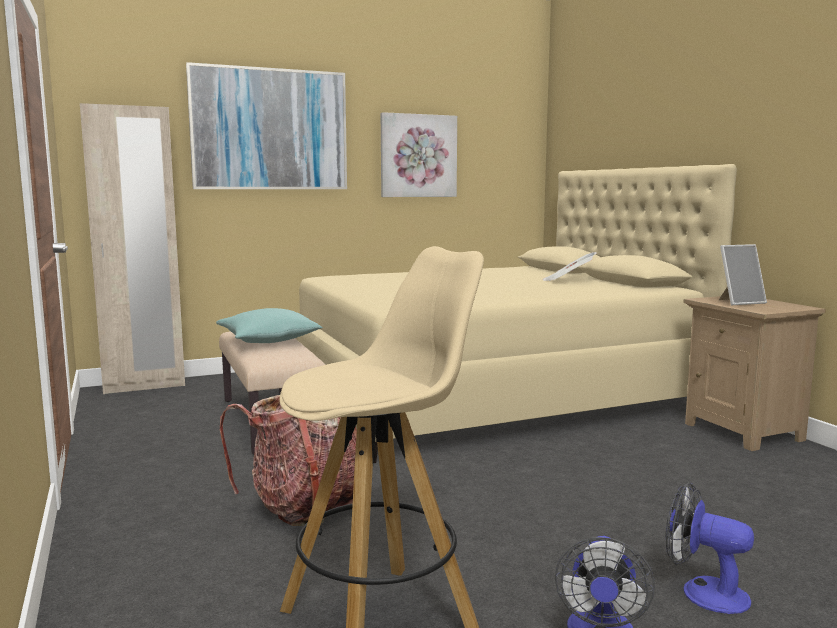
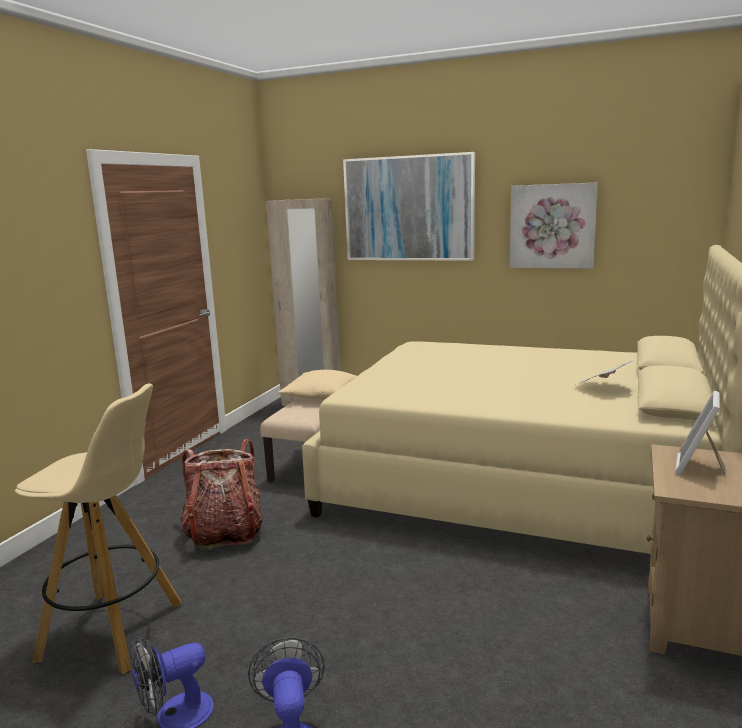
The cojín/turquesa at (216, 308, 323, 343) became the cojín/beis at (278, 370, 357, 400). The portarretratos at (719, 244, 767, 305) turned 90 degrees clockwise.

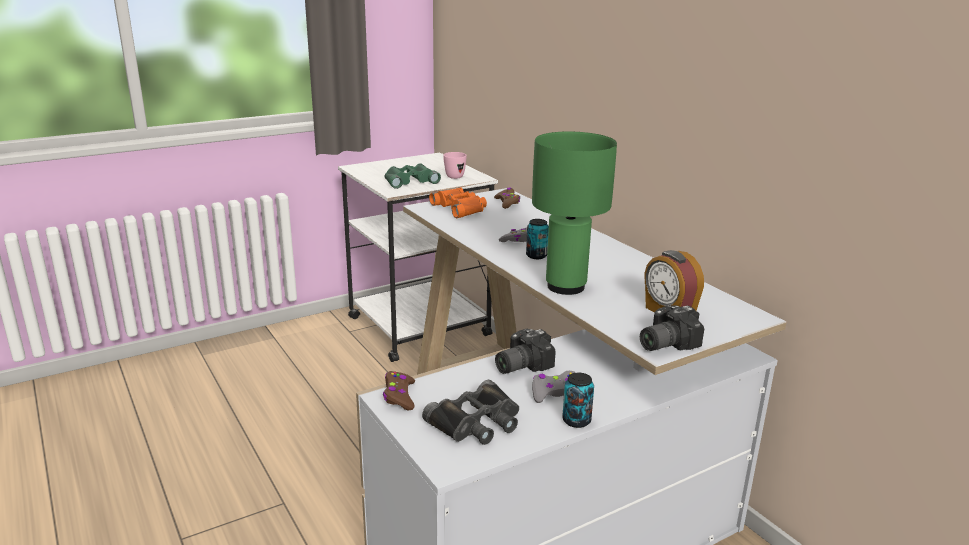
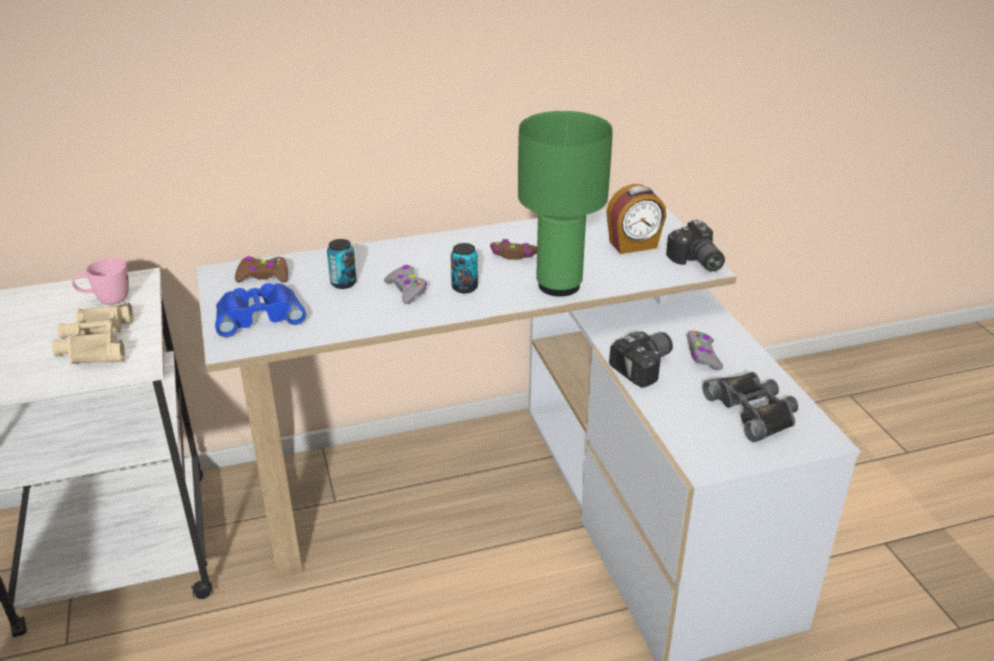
The mando de consola/marrón moved from (383, 371, 415, 410) to (490, 239, 537, 260). The lata moved from (562, 373, 594, 428) to (327, 239, 357, 289). The prismáticos/verde at (384, 164, 441, 189) became the prismáticos/beis at (52, 303, 133, 364). The prismáticos/naranja at (429, 187, 487, 218) became the prismáticos/azul at (215, 283, 306, 337). The cámara at (495, 329, 556, 374) turned 105 degrees counterclockwise.

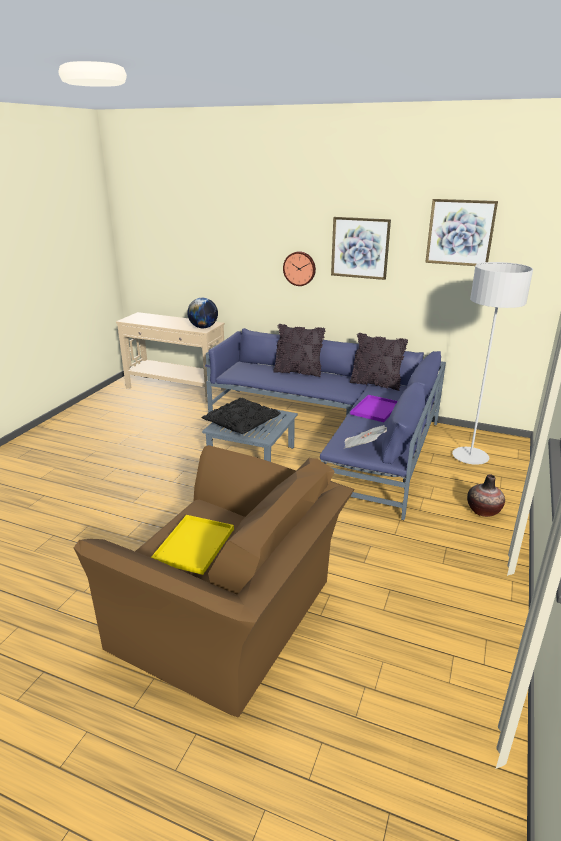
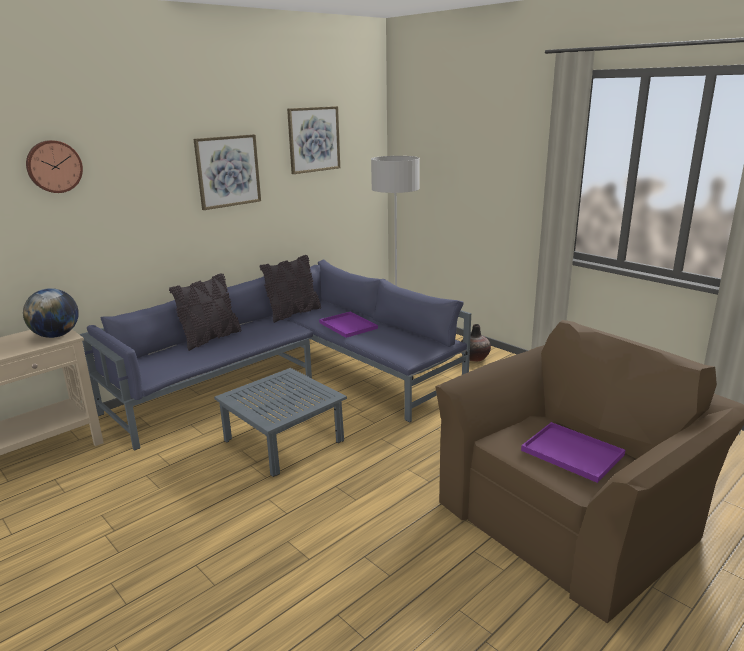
The cojín/negro at (201, 398, 281, 434) disappeared. The periódico at (344, 425, 387, 449) disappeared. The reloj de pared moved from (283, 251, 316, 286) to (26, 140, 83, 193). The bandeja/amarillo at (151, 515, 234, 575) became the bandeja/morado at (521, 422, 625, 483).

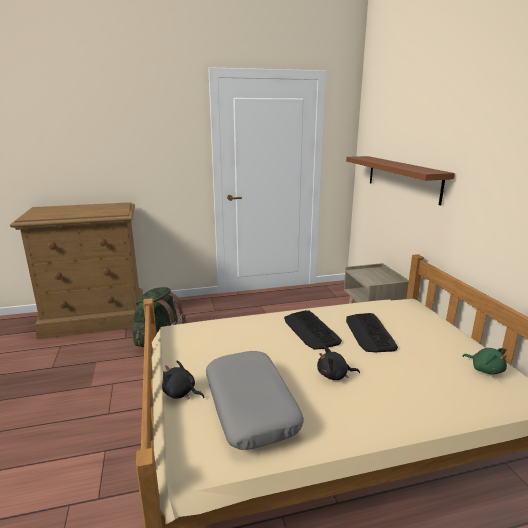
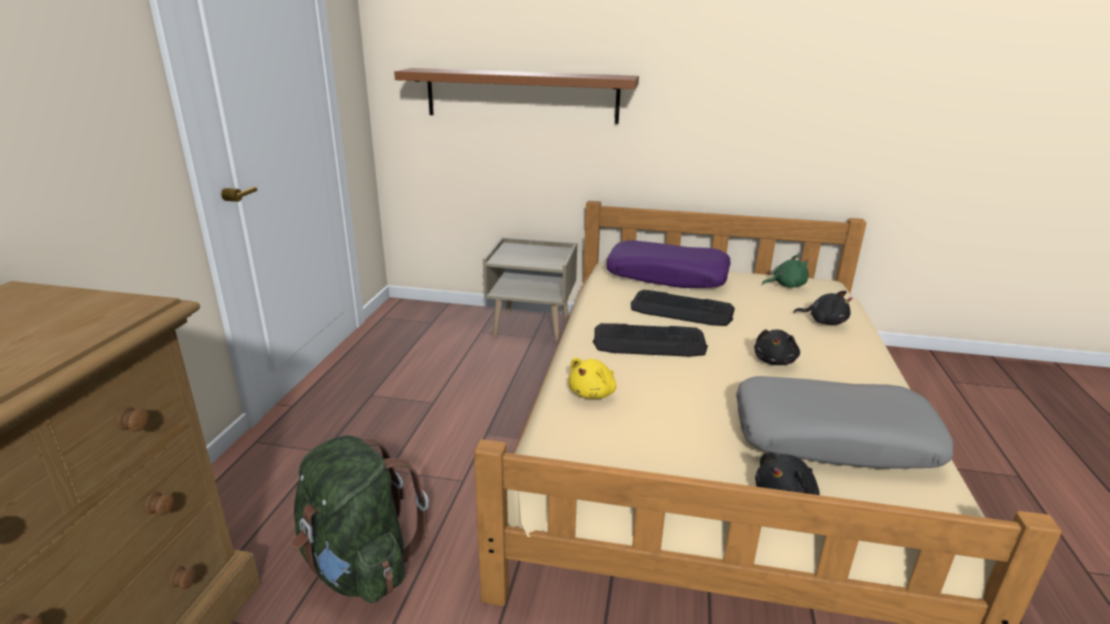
The peluche/amarillo at (568, 358, 616, 399) appeared. The cojín/morado at (607, 240, 731, 288) appeared. The peluche/negro at (794, 291, 852, 325) appeared.

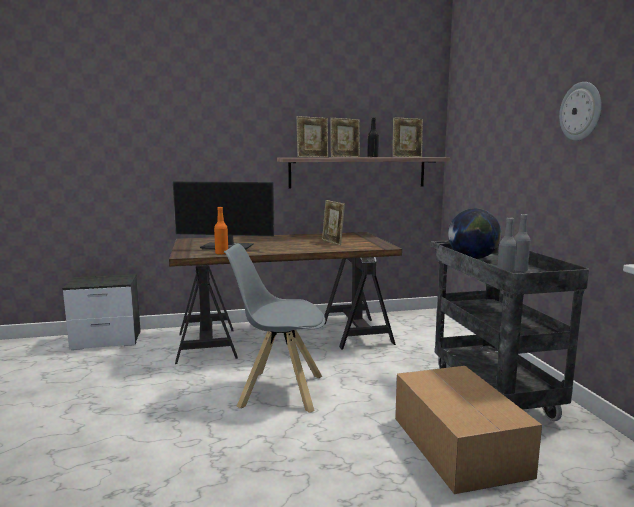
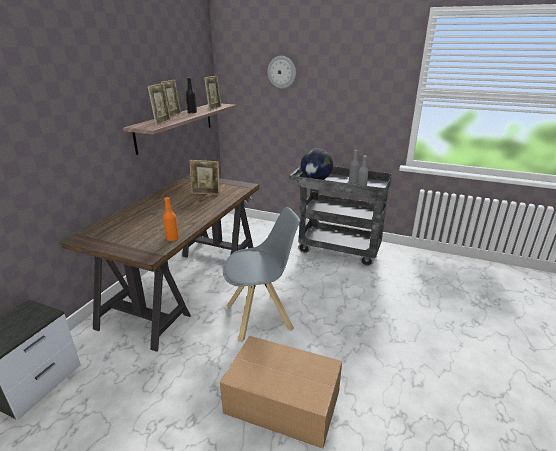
The monitor at (173, 181, 274, 250) disappeared. The caja de cartón moved from (395, 366, 542, 494) to (220, 336, 342, 449). The reloj de pared moved from (559, 82, 602, 141) to (267, 56, 296, 89). The silla/gris at (224, 244, 325, 413) turned 150 degrees counterclockwise.

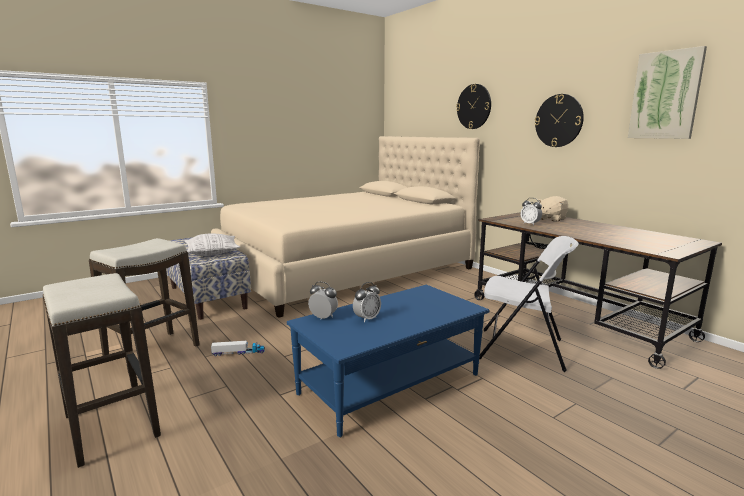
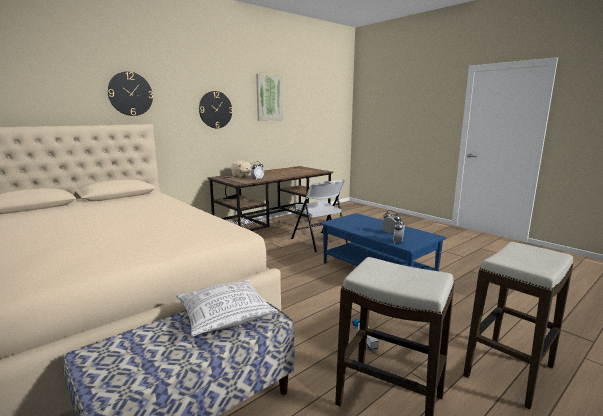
The silla/blanco at (479, 236, 579, 372) turned 135 degrees clockwise.

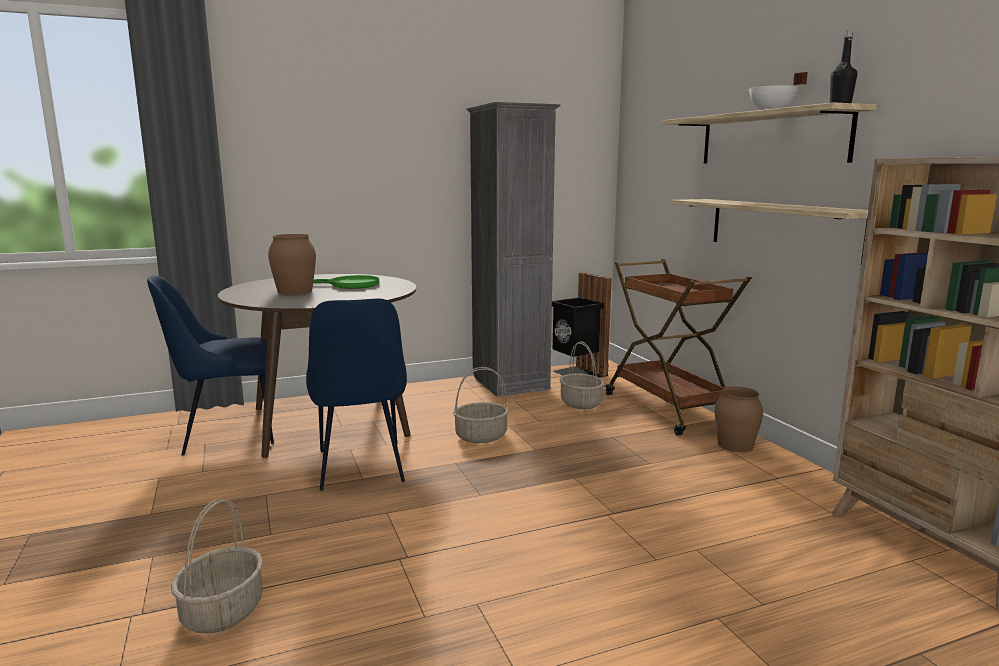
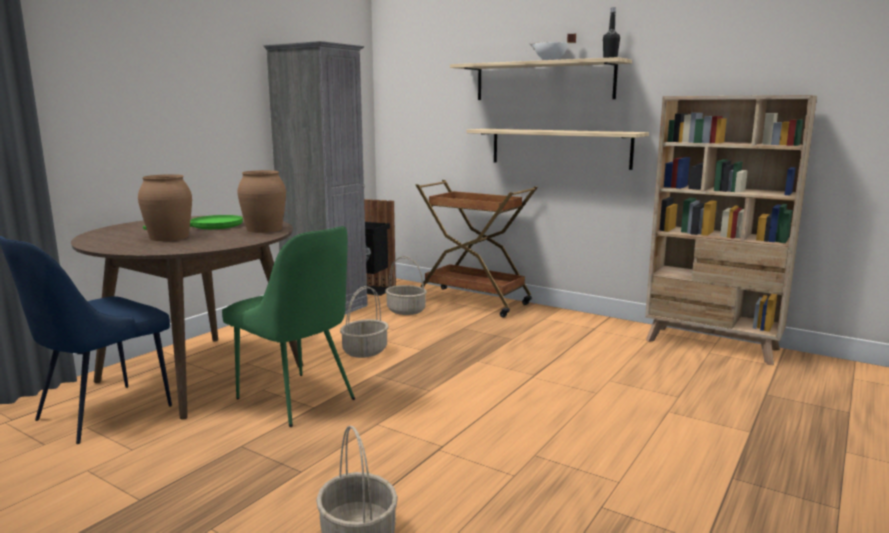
The florero/marrón moved from (714, 387, 763, 452) to (237, 170, 286, 233). The silla/azul at (306, 299, 407, 491) became the silla/verde at (222, 226, 355, 427).

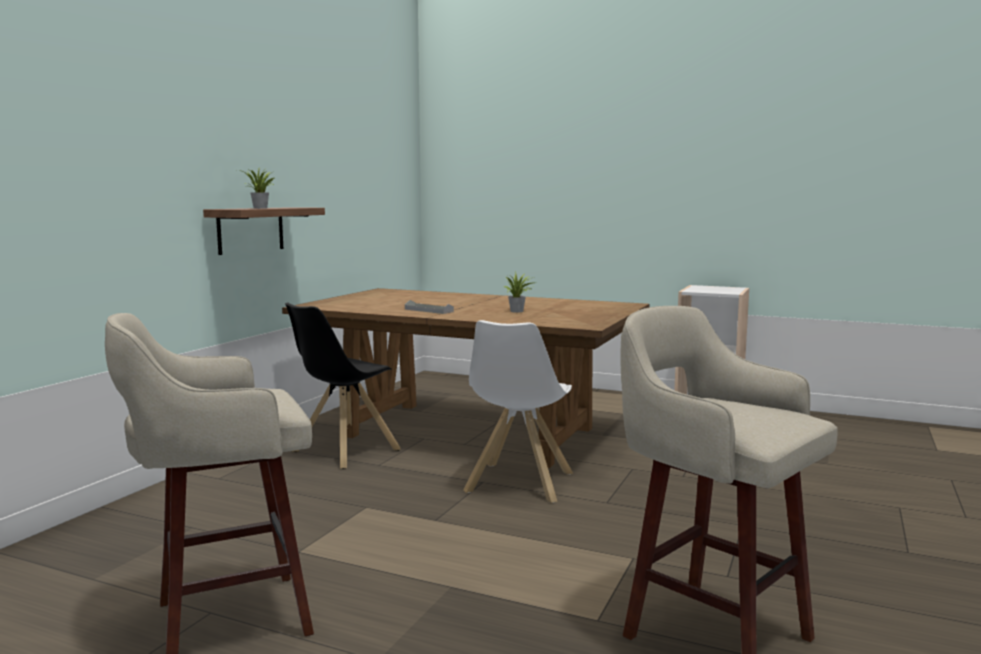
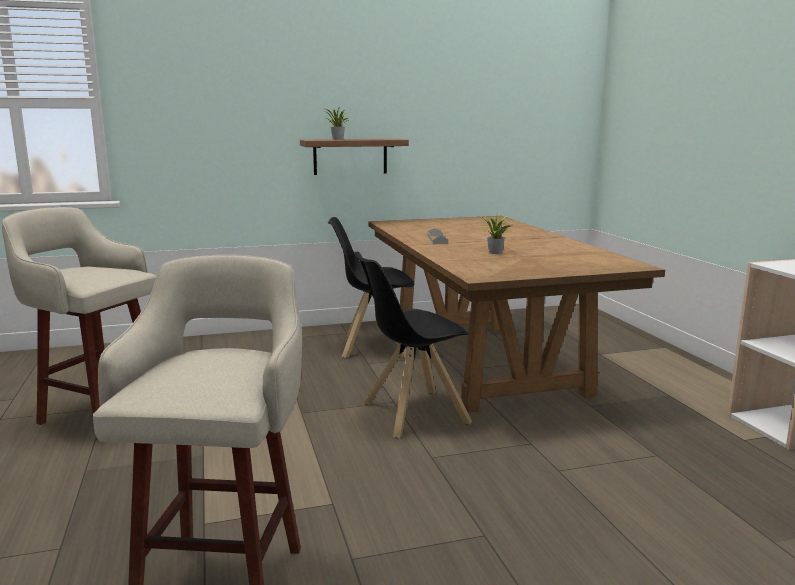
The silla/blanco at (463, 320, 573, 503) became the silla/negro at (354, 252, 472, 438).

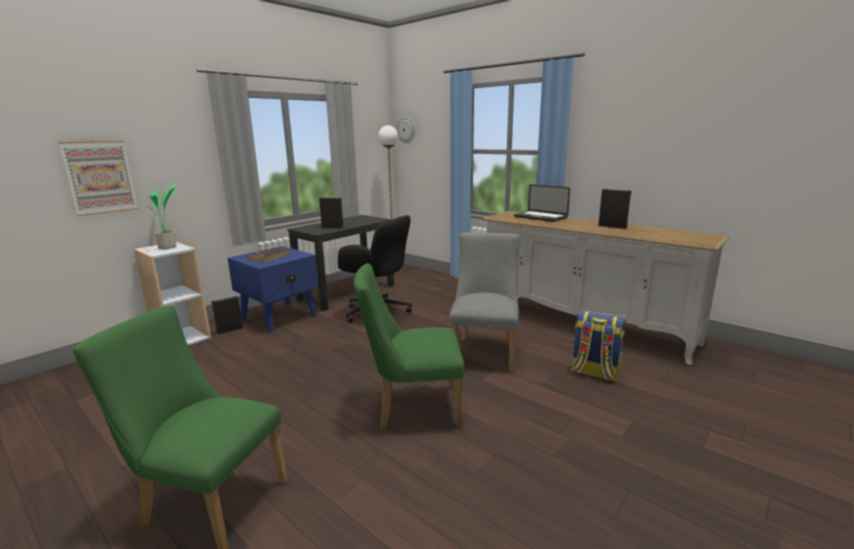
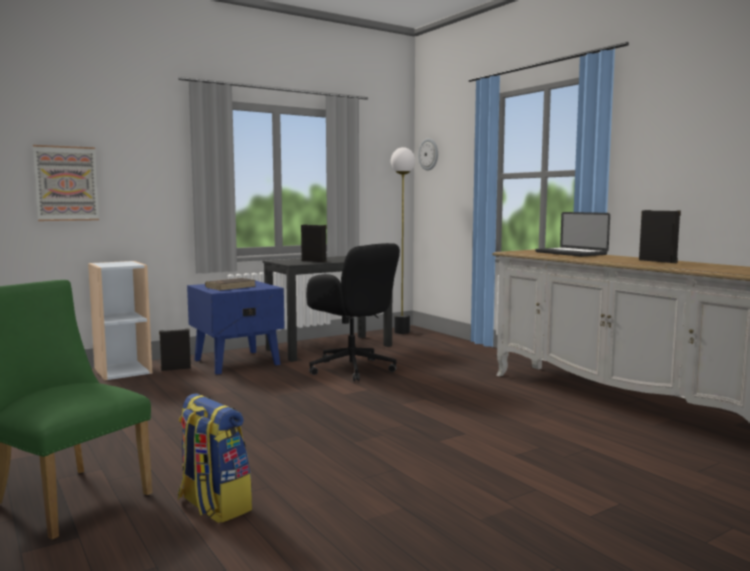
The planta en maceta at (137, 184, 178, 249) disappeared. The silla/verde at (354, 263, 465, 429) disappeared. The silla/gris at (449, 233, 520, 372) disappeared. The mochila moved from (571, 311, 626, 382) to (178, 393, 252, 523).

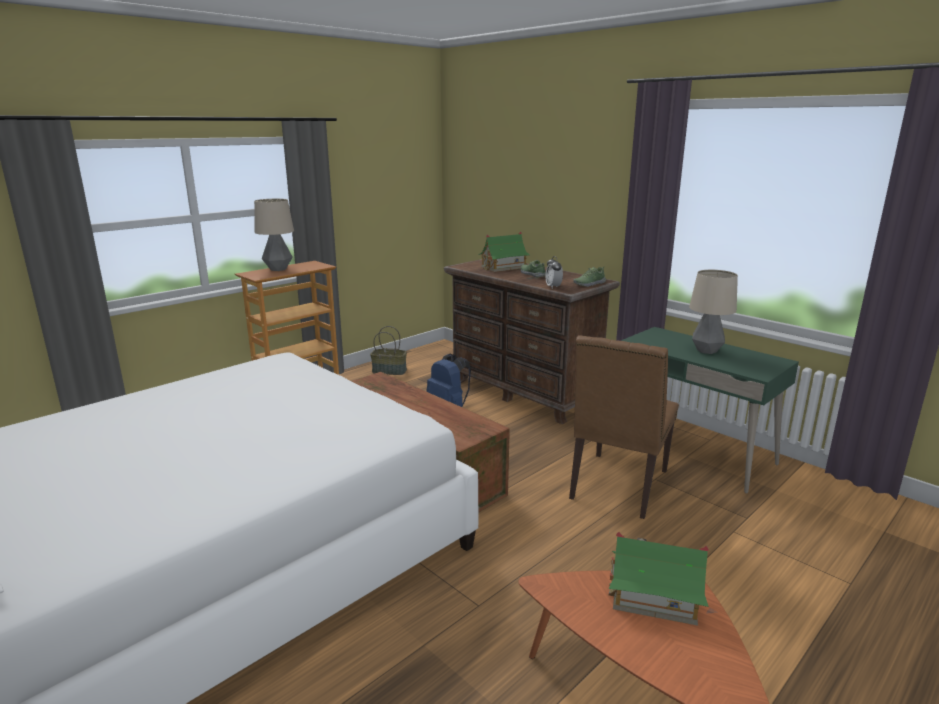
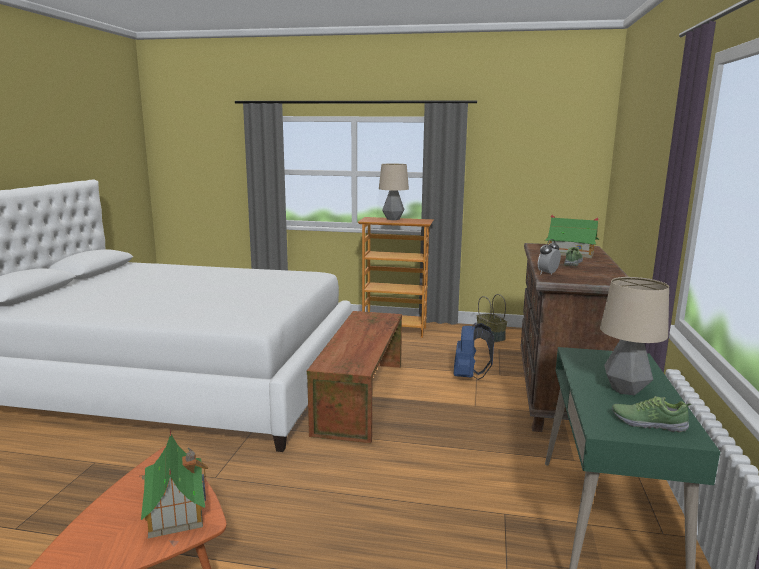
The silla/marrón at (569, 335, 679, 519) disappeared. The zapato moved from (573, 267, 606, 287) to (612, 396, 692, 432).

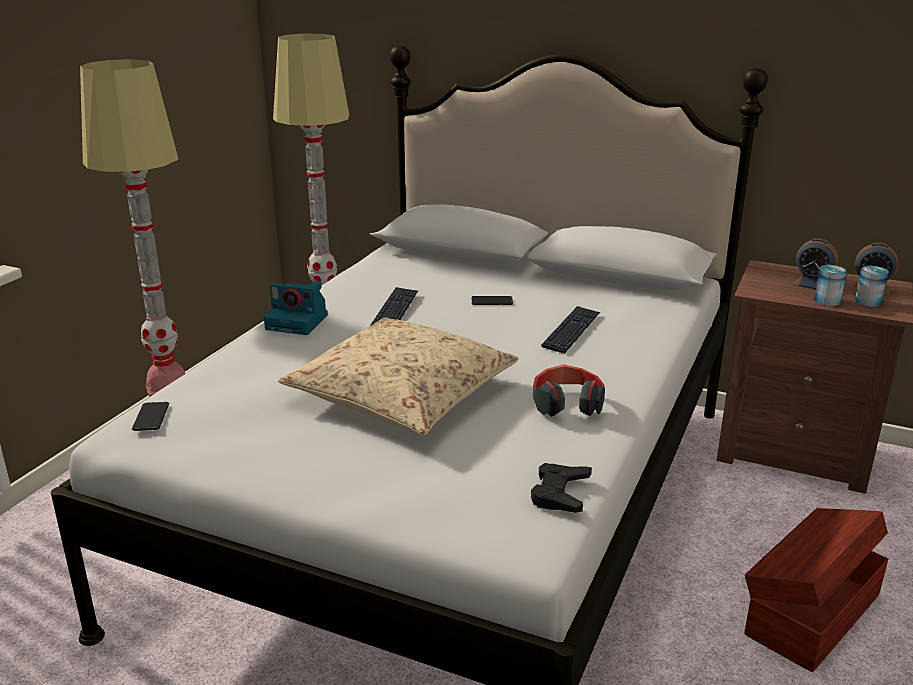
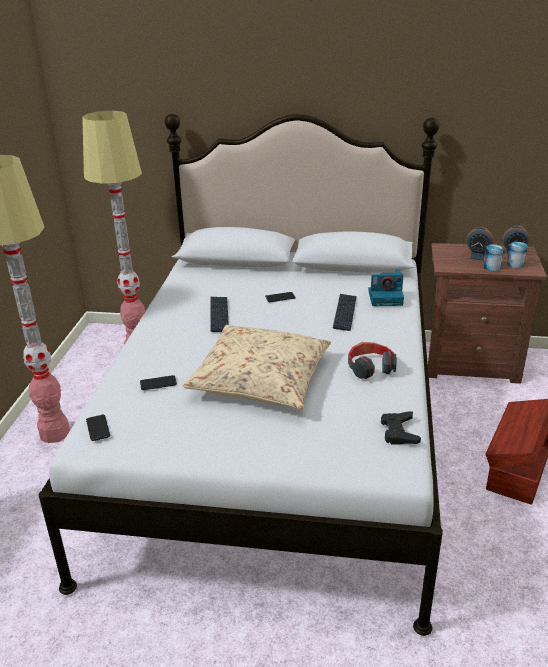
The móvil at (140, 375, 177, 390) appeared. The cámara moved from (264, 281, 328, 335) to (368, 269, 404, 306).

